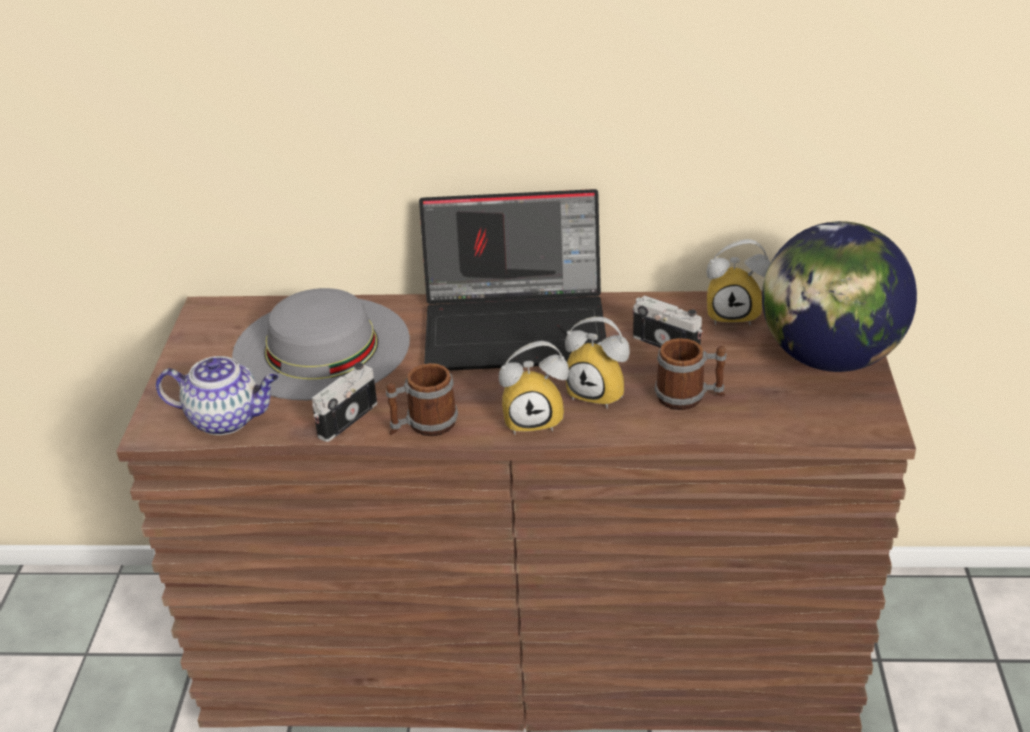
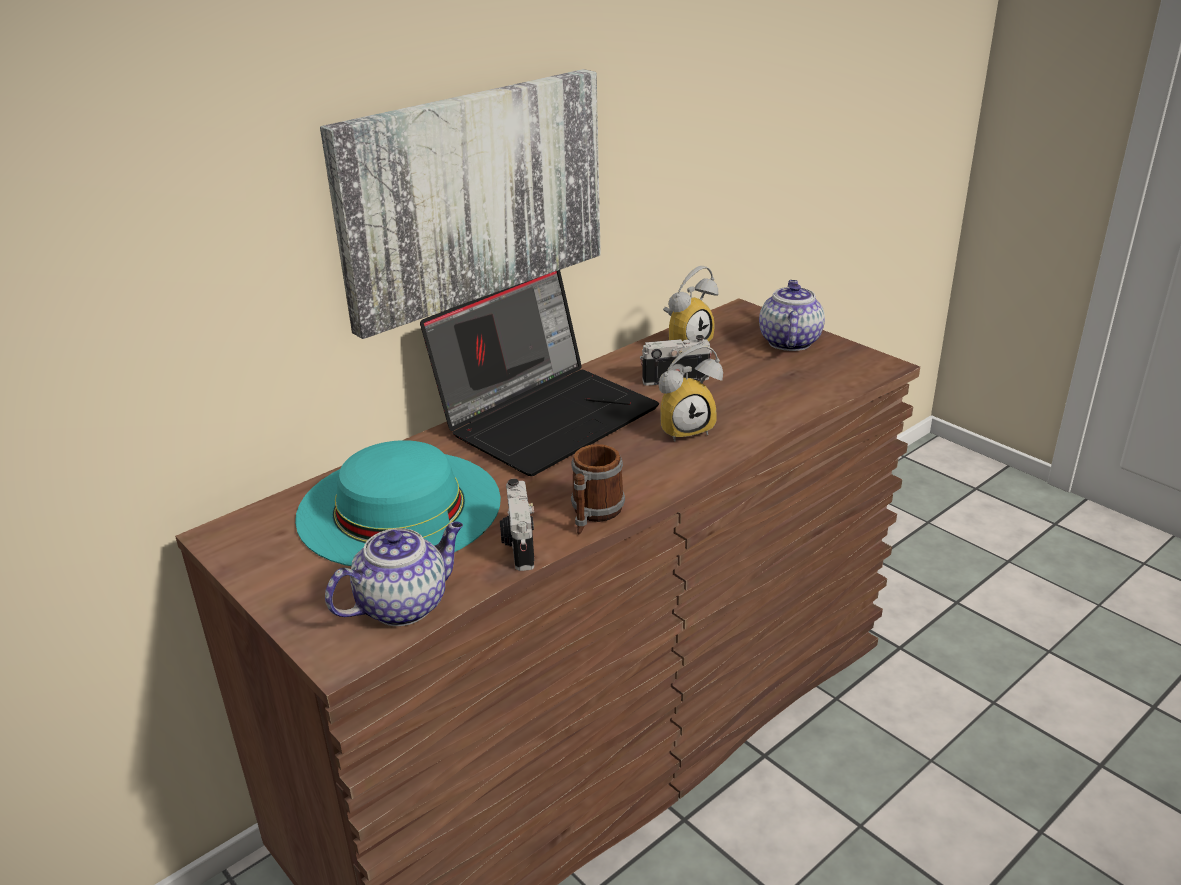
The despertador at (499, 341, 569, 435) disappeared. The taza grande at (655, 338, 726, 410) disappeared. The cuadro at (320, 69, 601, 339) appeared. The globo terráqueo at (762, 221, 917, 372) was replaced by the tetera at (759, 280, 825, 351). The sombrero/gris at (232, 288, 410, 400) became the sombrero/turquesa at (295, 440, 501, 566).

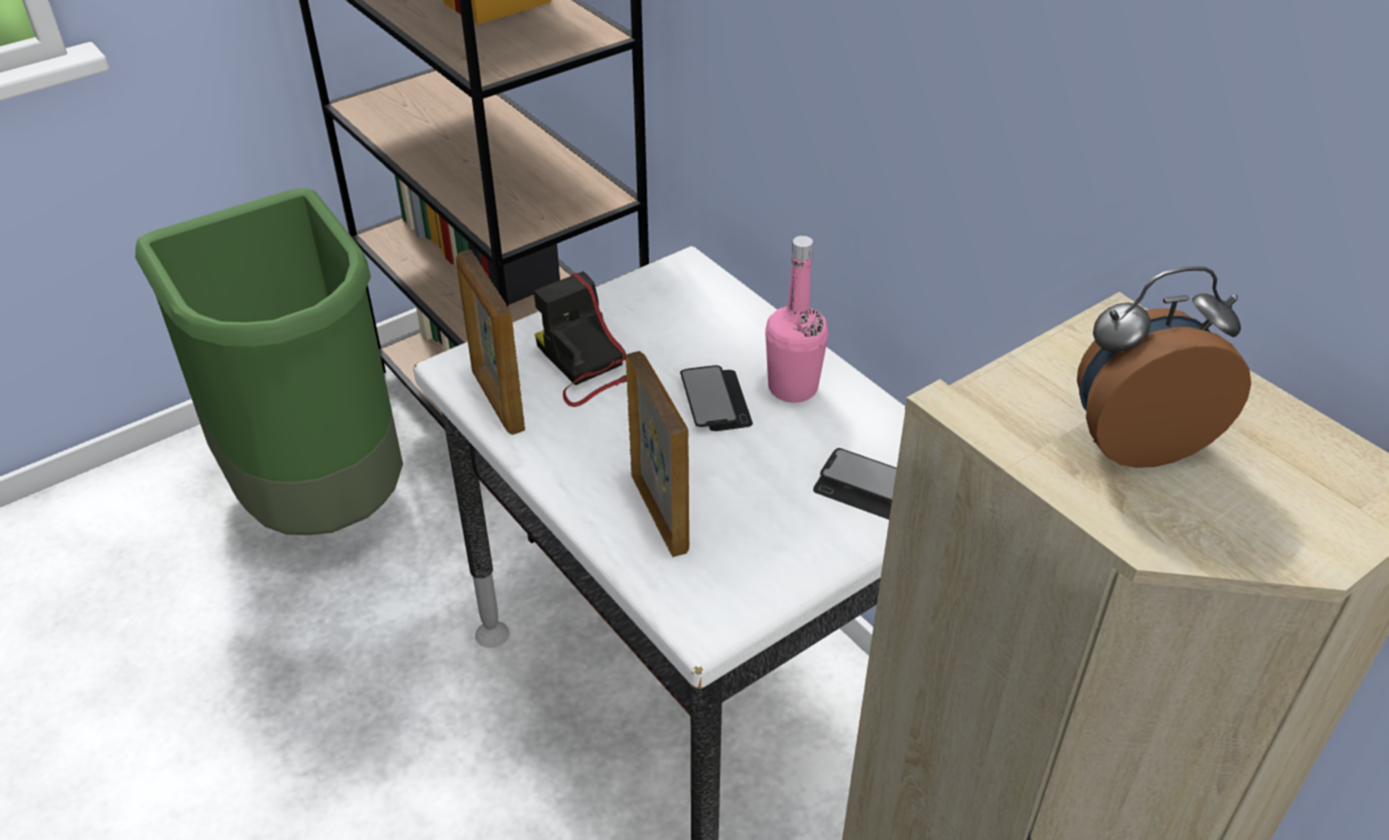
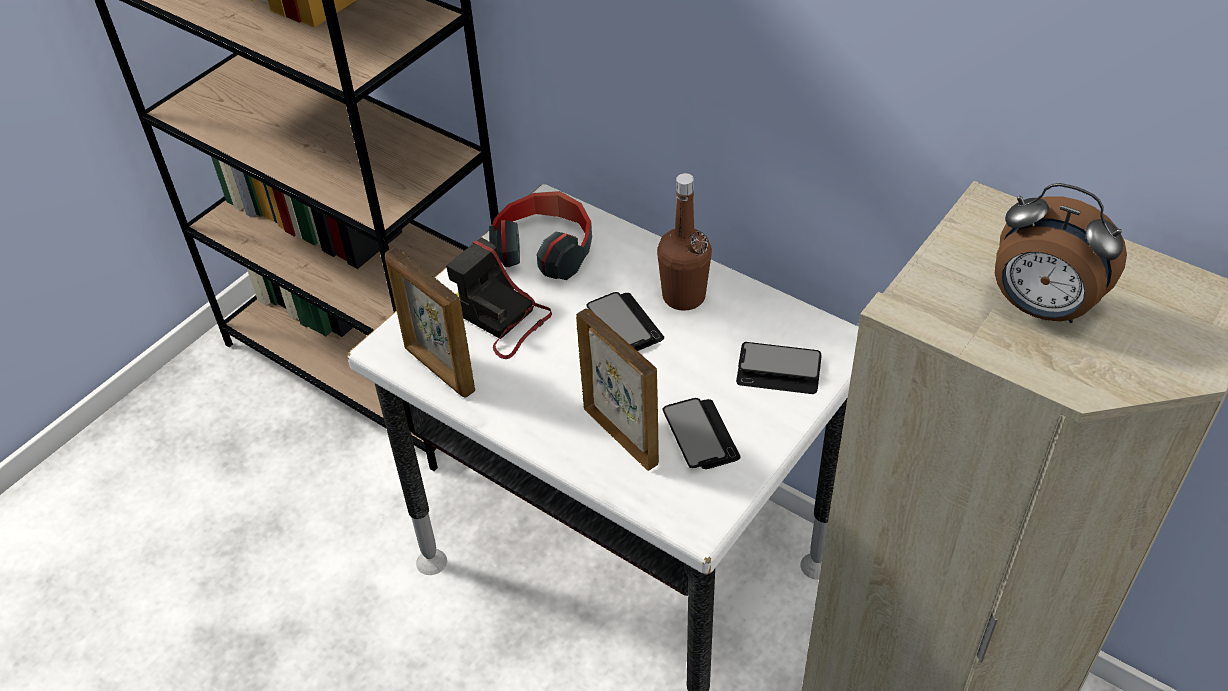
The papelera/verde at (135, 188, 403, 535) disappeared. The auriculares at (489, 191, 592, 280) appeared. The móvil at (662, 398, 741, 469) appeared. The botella/rosa at (765, 236, 828, 403) became the botella/marrón at (657, 173, 712, 311). The despertador at (1077, 266, 1251, 468) turned 120 degrees counterclockwise.

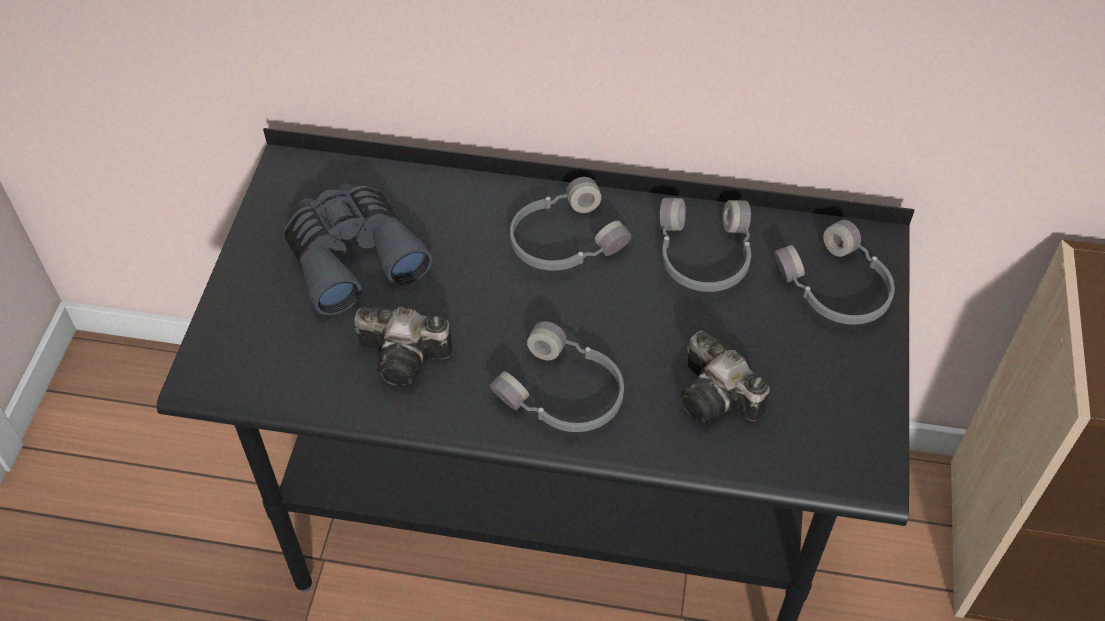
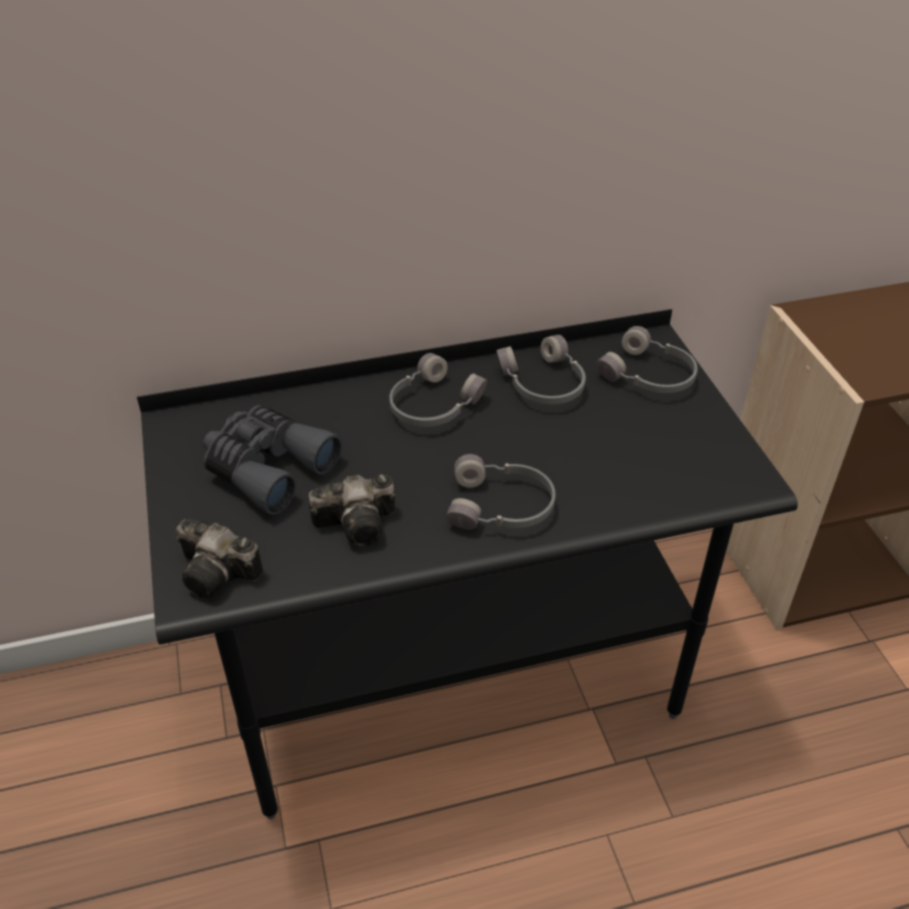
The cámara moved from (681, 331, 770, 424) to (176, 519, 263, 598).

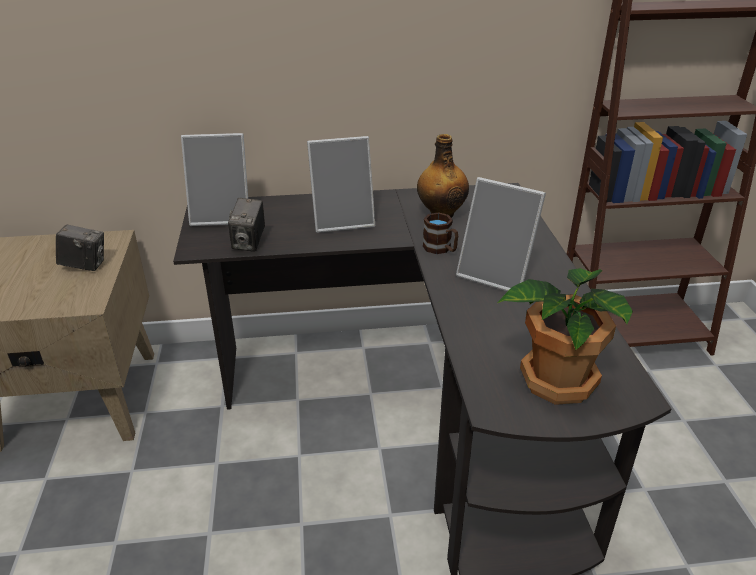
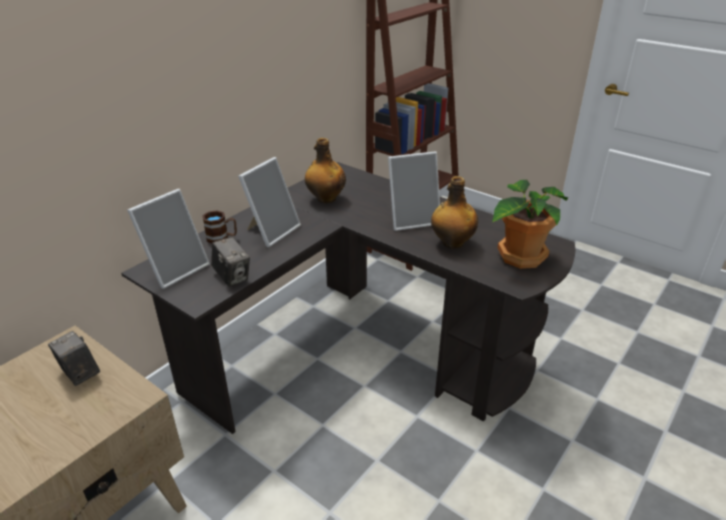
The botella at (431, 176, 478, 249) appeared. The taza grande/marrón moved from (423, 212, 458, 254) to (202, 210, 237, 243). The cámara at (56, 224, 104, 271) turned 90 degrees counterclockwise.

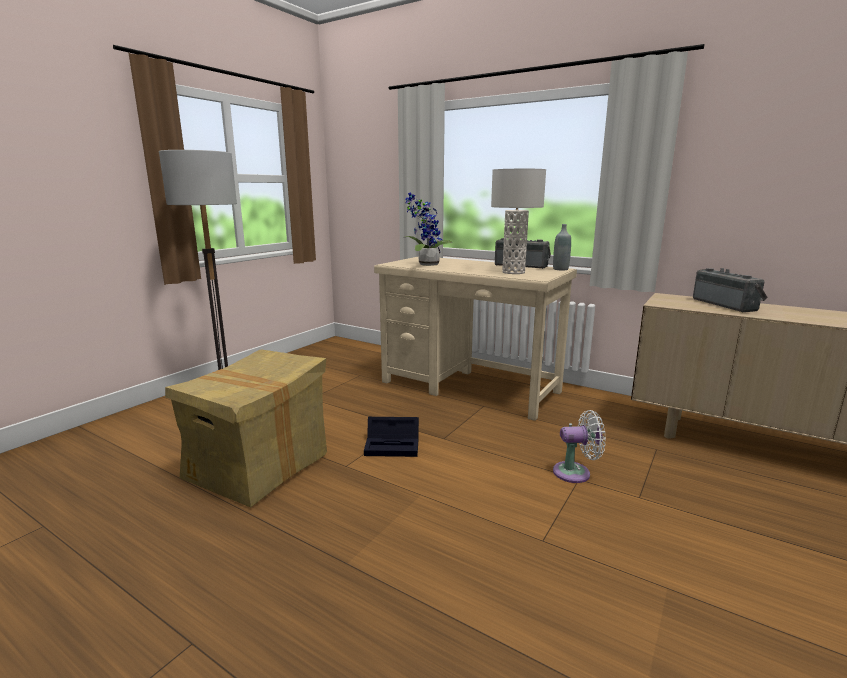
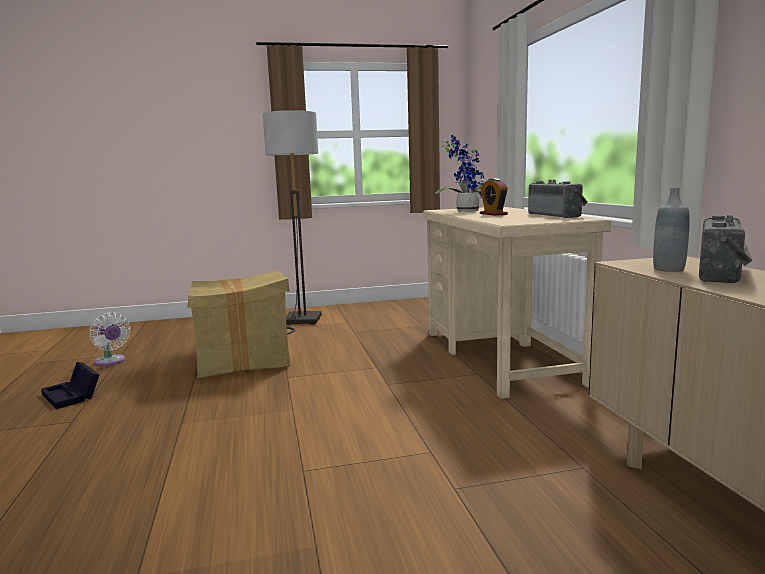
The lámpara de mesa/blanco at (491, 169, 546, 274) disappeared. The despertador at (480, 178, 508, 216) appeared. The caja de almacenaje/negro moved from (364, 417, 419, 457) to (41, 362, 99, 409). The botella/gris moved from (553, 224, 571, 270) to (653, 187, 690, 272). The ventilador/blanco moved from (553, 410, 606, 483) to (89, 312, 131, 366).

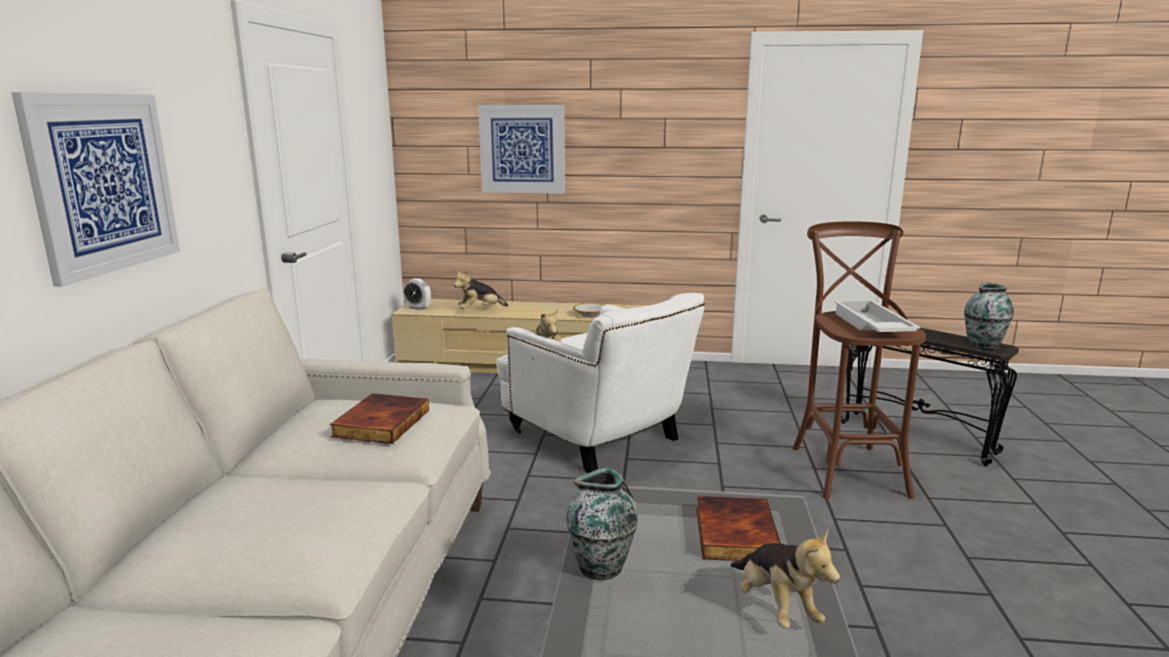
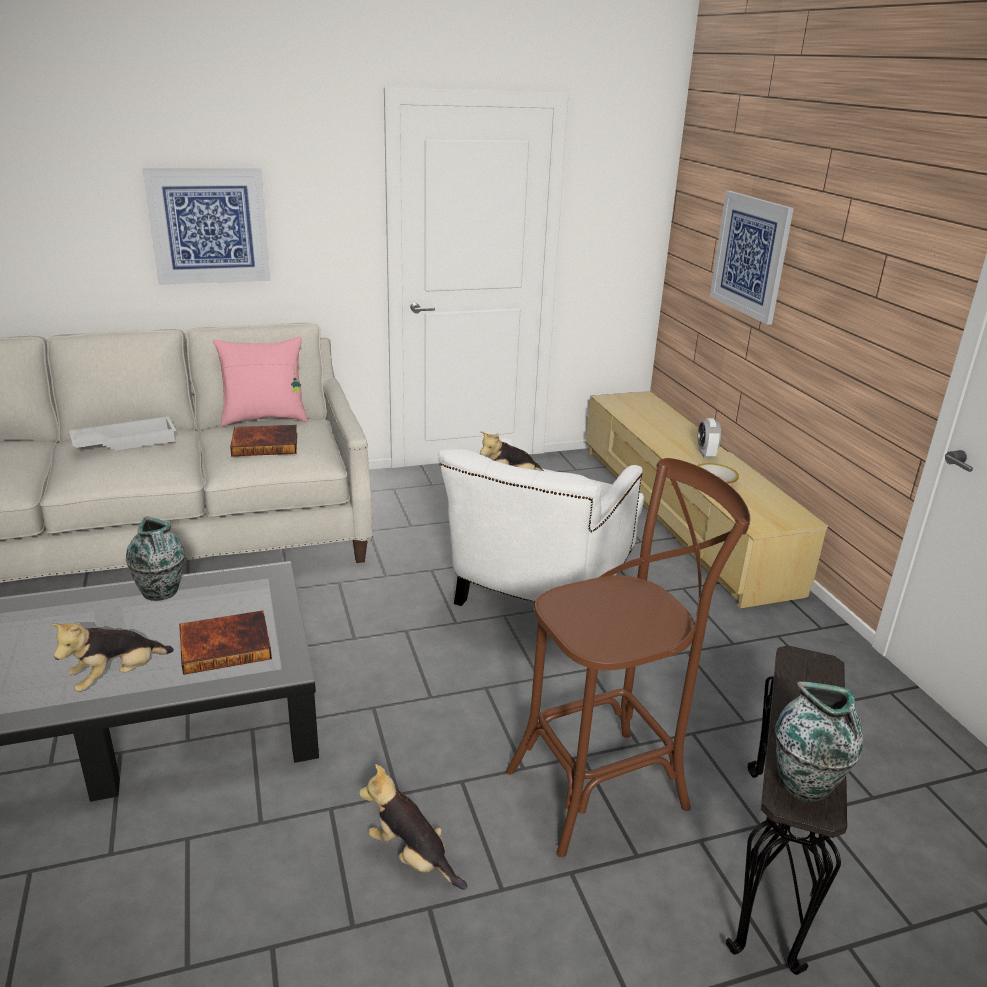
The cojín/rosa at (213, 337, 308, 426) appeared. The despertador moved from (403, 278, 431, 310) to (698, 418, 721, 458). The peluche moved from (454, 270, 508, 309) to (359, 764, 467, 889). The bandeja/blanco moved from (834, 300, 920, 332) to (69, 416, 176, 451).

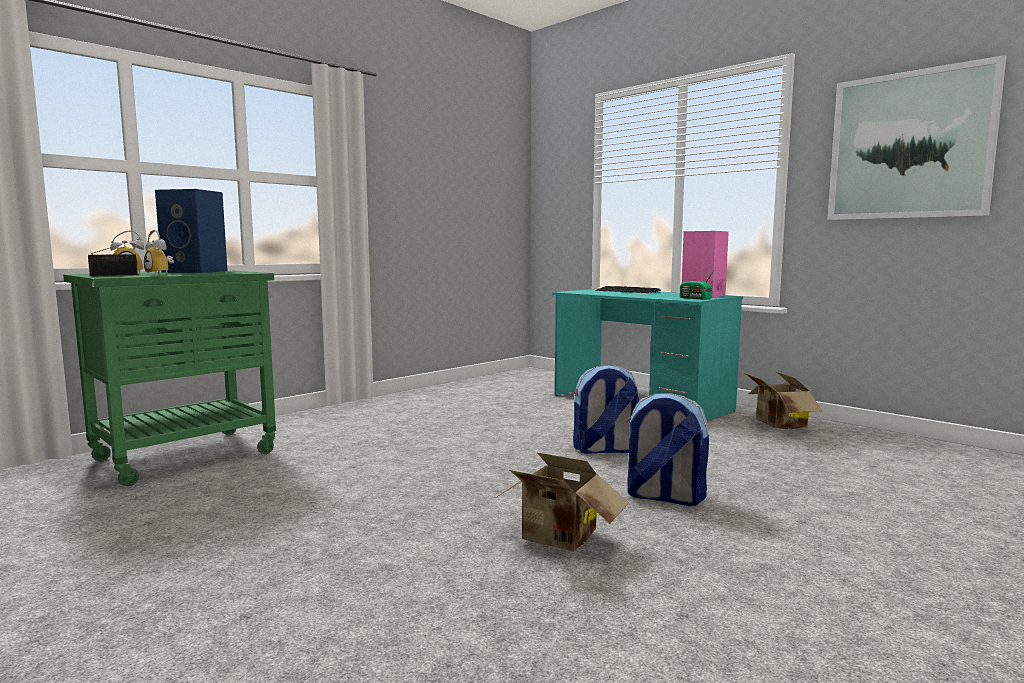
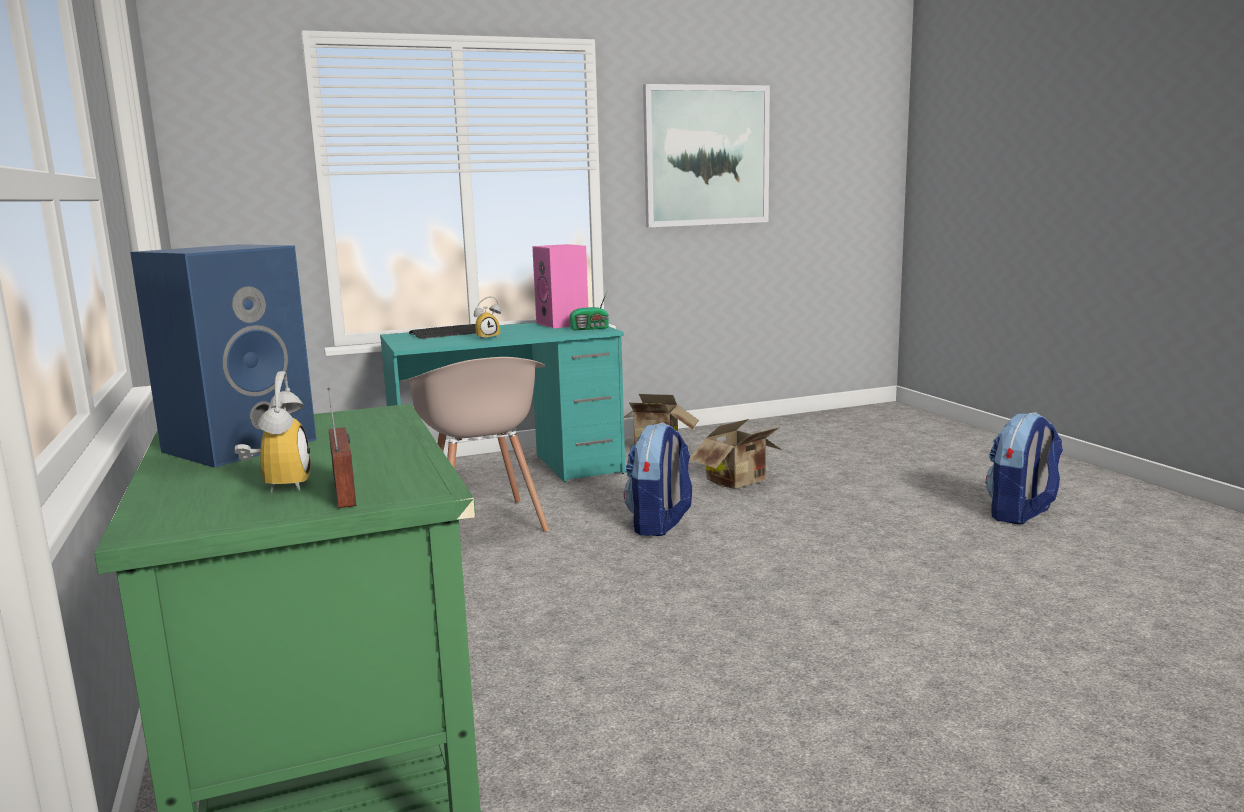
The silla/beis at (403, 357, 549, 532) appeared. The despertador moved from (144, 230, 174, 275) to (474, 296, 501, 340). The caja de cartón moved from (495, 453, 629, 552) to (689, 419, 782, 489). The mochila moved from (626, 393, 709, 506) to (986, 412, 1063, 524).

